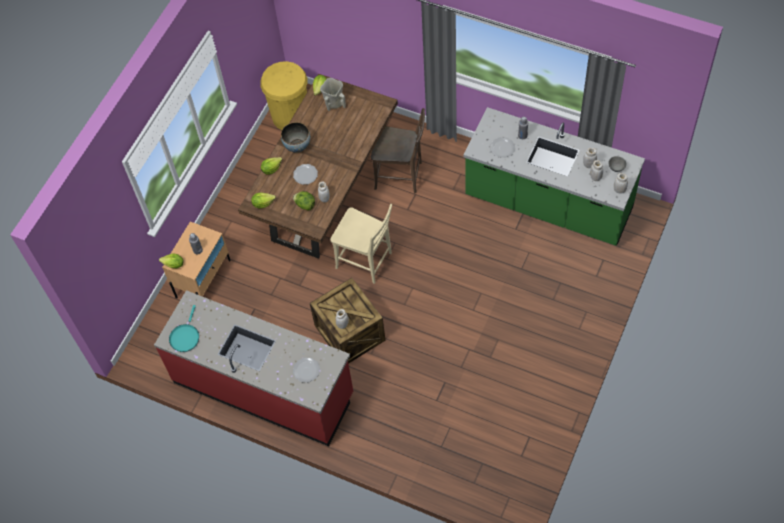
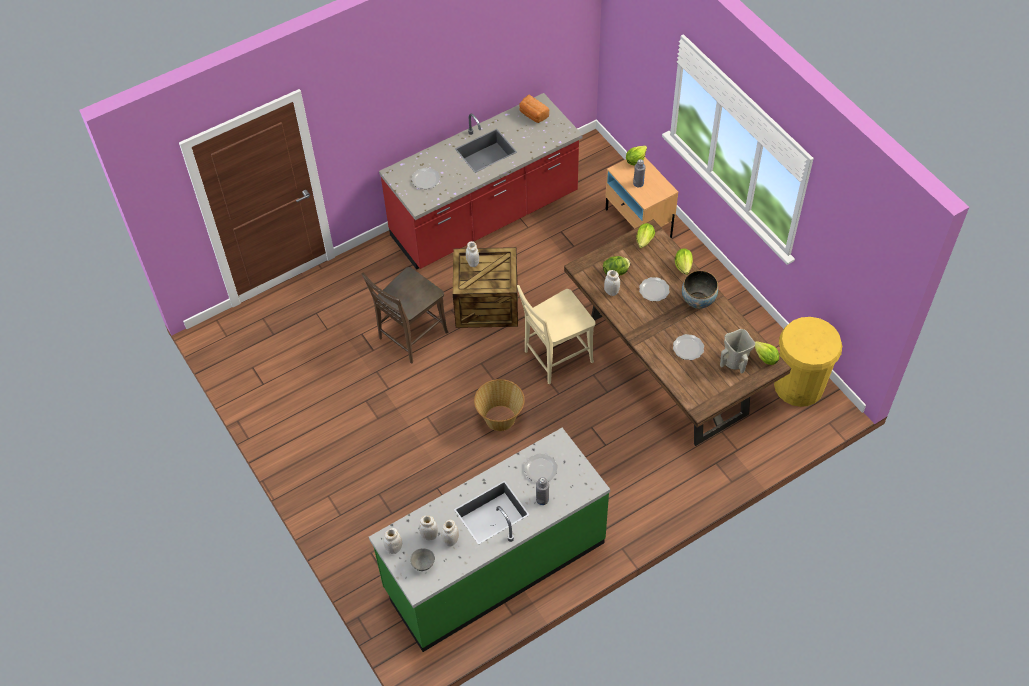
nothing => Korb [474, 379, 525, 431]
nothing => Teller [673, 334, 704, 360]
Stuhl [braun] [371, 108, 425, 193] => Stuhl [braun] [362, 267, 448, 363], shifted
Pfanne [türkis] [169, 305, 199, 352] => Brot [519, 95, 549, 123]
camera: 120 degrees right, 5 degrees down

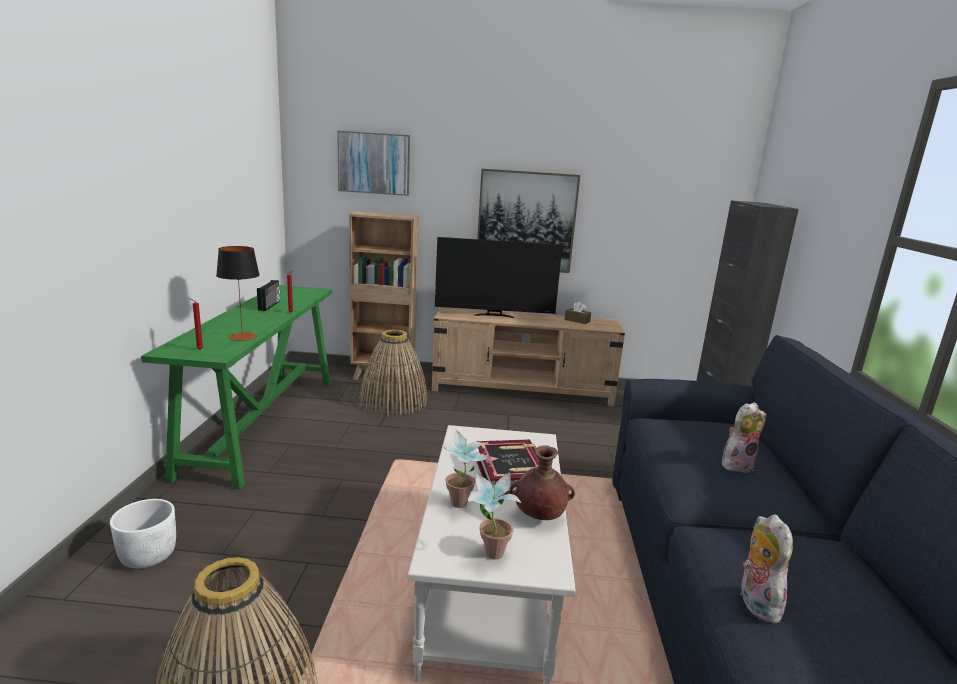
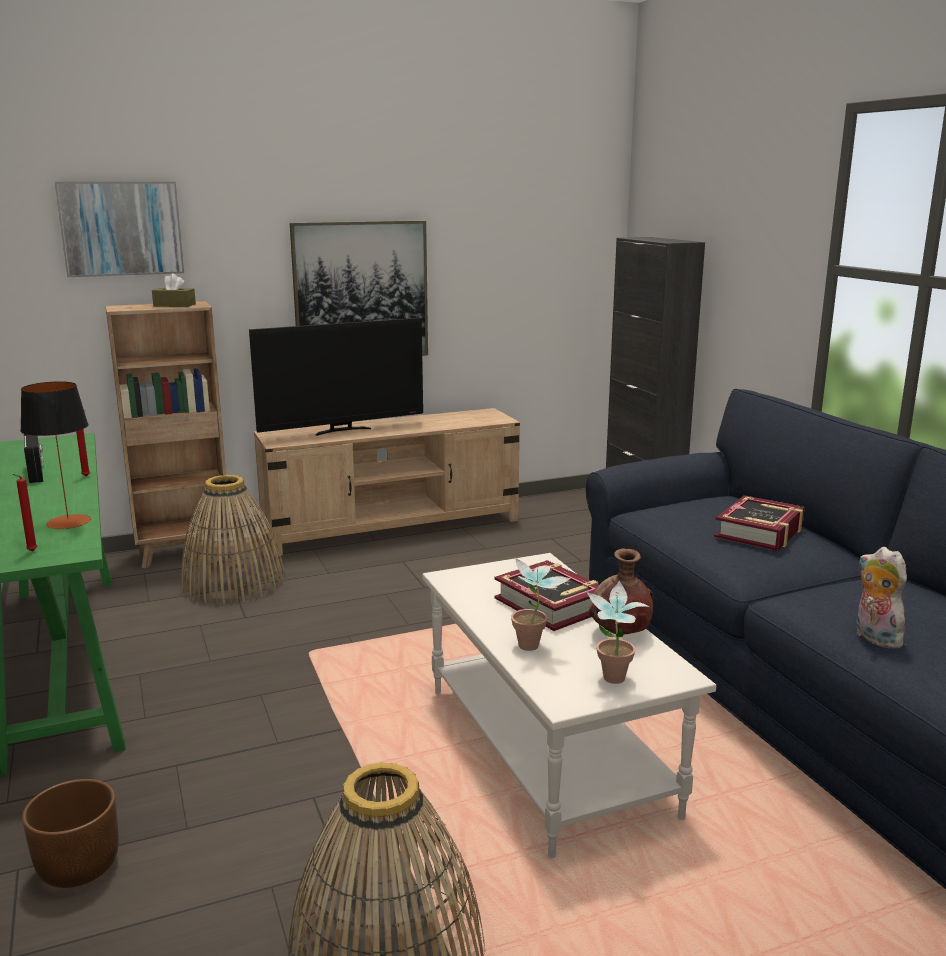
Taschentuchbox [braun] [565, 302, 591, 324] => Taschentuchbox [braun] [152, 273, 196, 307], shifted
Plüschtier [722, 403, 766, 473] => Buch [714, 495, 805, 551]
Pflanzkübel [weiß] [110, 499, 176, 568] => Pflanzkübel [braun] [22, 779, 119, 888]
camera: 25 degrees left, 0 degrees up

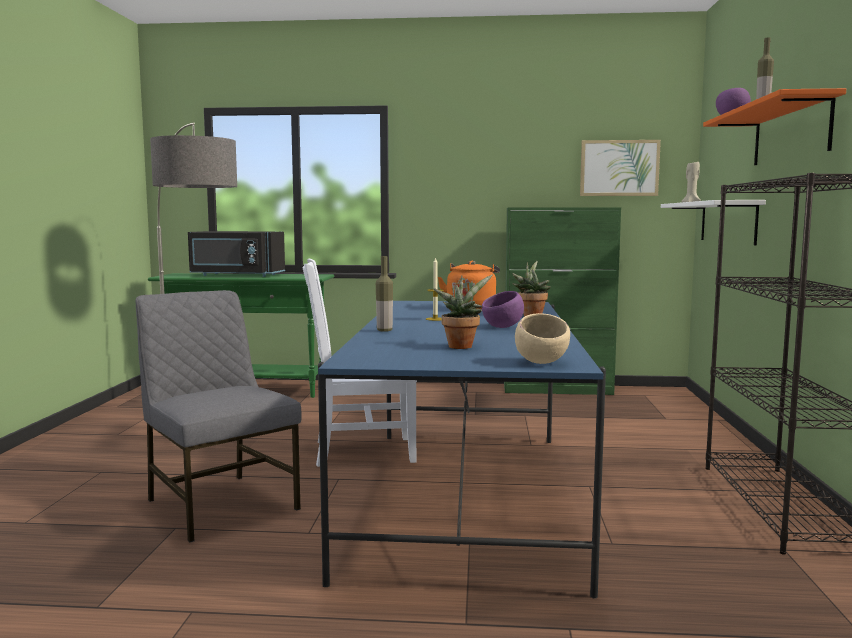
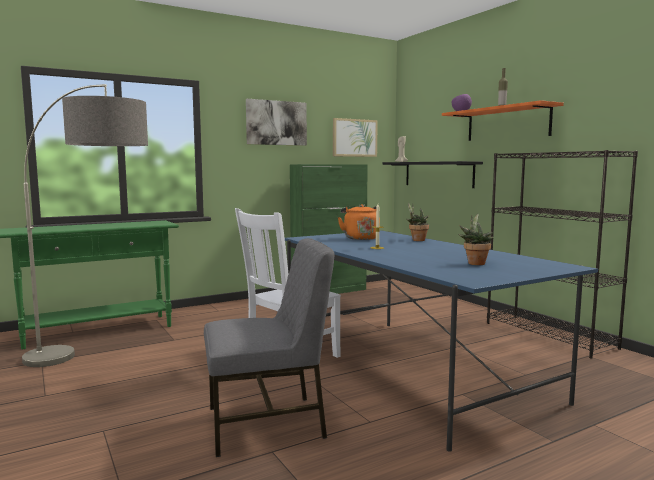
Mikrowelle [schwarz] [188, 231, 285, 277] => nothing
Flasche [376, 256, 393, 332] => nothing
Schüssel [lila] [482, 291, 524, 328] => nothing
Schüssel [beige] [515, 313, 570, 364] => nothing
nothing => Bild [246, 99, 307, 146]
Wandregal [weiß] [661, 200, 766, 245] => Wandregal [schwarz] [382, 161, 483, 188]
Stuhl [grau] [136, 290, 302, 542] => Stuhl [grau] [204, 238, 334, 457], 150 degrees clockwise
camera: 35 degrees left, 0 degrees up

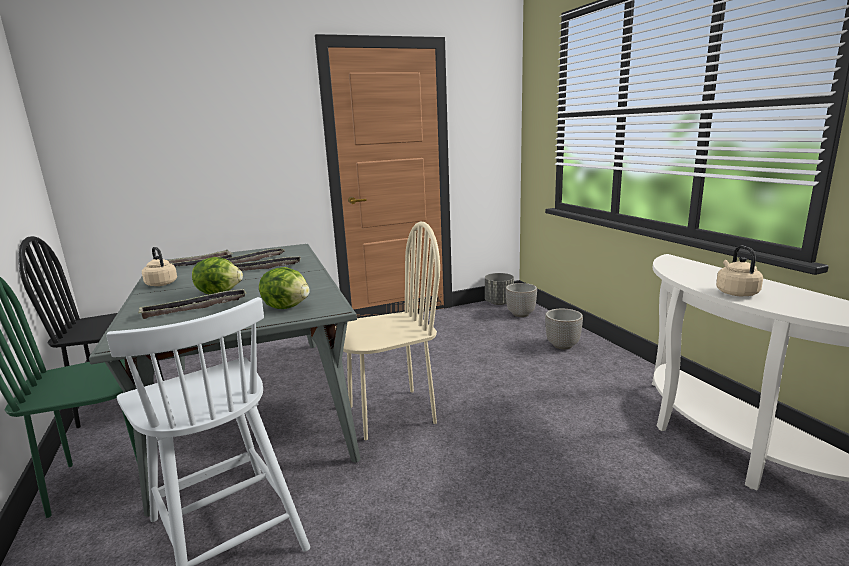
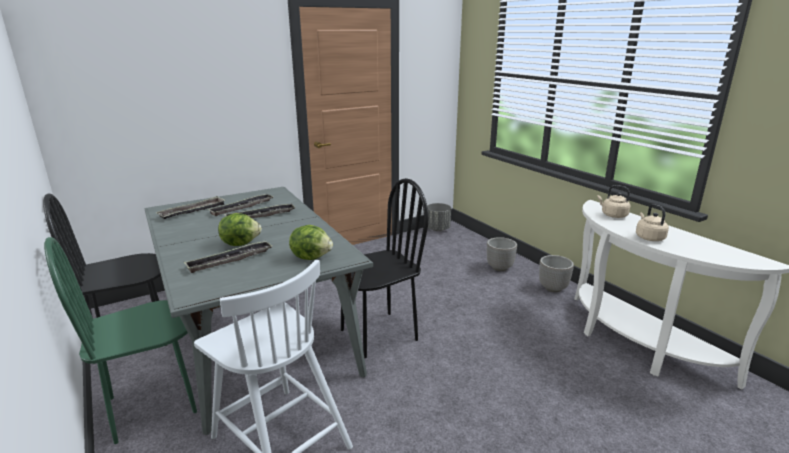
Wasserkessel [beige] [142, 247, 177, 286] => Wasserkessel [beige] [597, 185, 630, 218], shifted
Pflanzkübel [506, 283, 537, 317] => Pflanzkübel [539, 255, 574, 292], shifted
Stuhl [beige] [335, 221, 440, 440] => Stuhl [schwarz] [341, 178, 429, 358]
camera: 10 degrees left, 5 degrees up

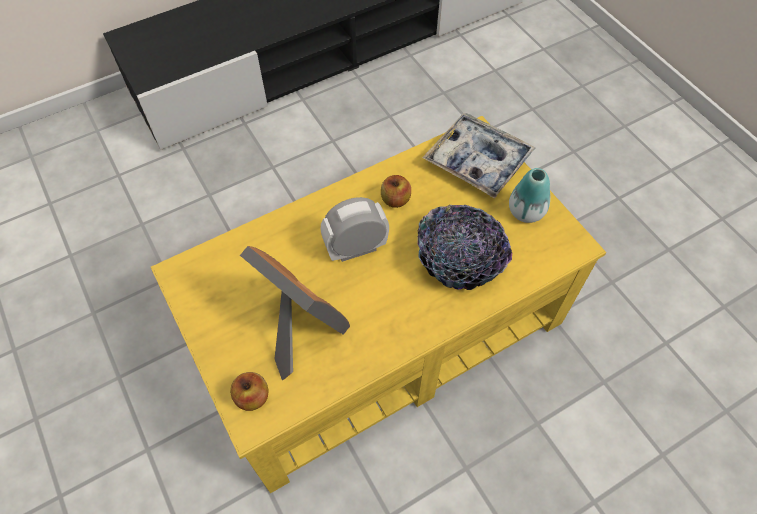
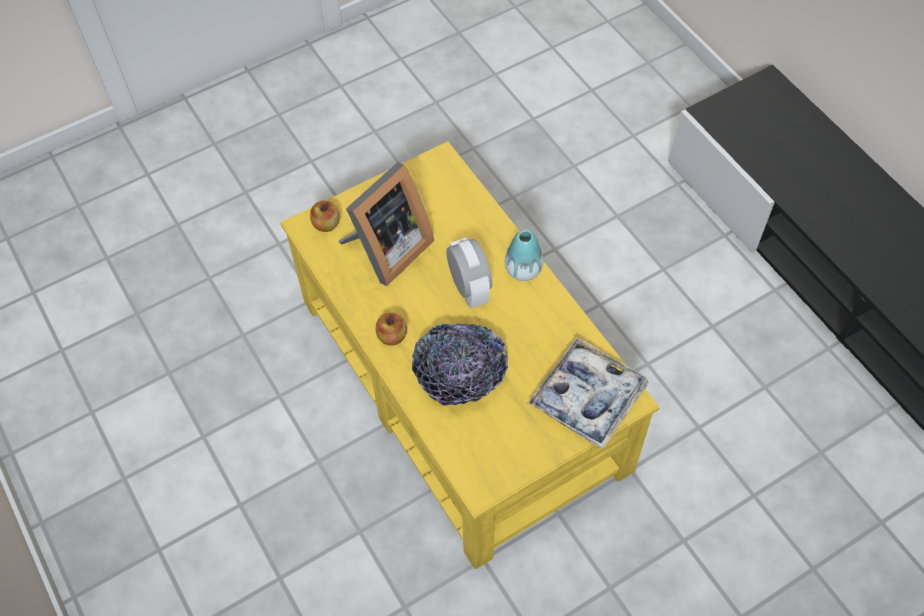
Apfel [381, 175, 411, 208] => Apfel [376, 312, 407, 346], shifted
Vase [509, 168, 550, 223] => Vase [505, 230, 543, 281], shifted
camera: 90 degrees right, 0 degrees up

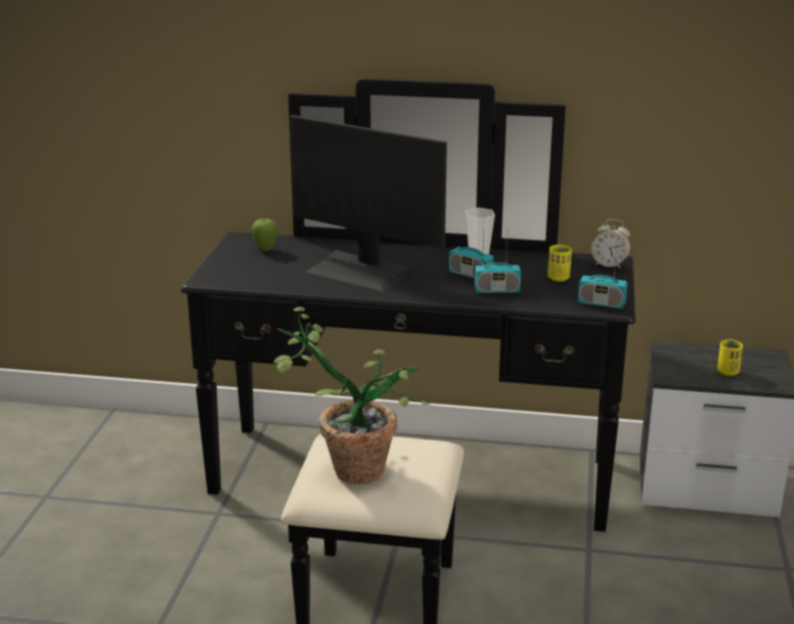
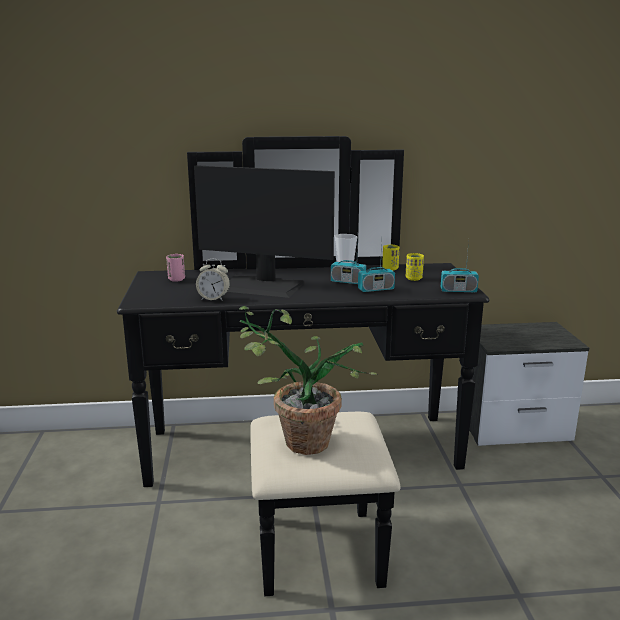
Wecker [591, 219, 631, 269] => Wecker [196, 259, 230, 301], shifted
Tasse [gelb] [718, 339, 743, 376] => Tasse [gelb] [383, 244, 399, 271], shifted
Apfel [252, 219, 278, 251] => Tasse [rosa] [166, 254, 185, 282]
camera: 15 degrees left, 5 degrees down

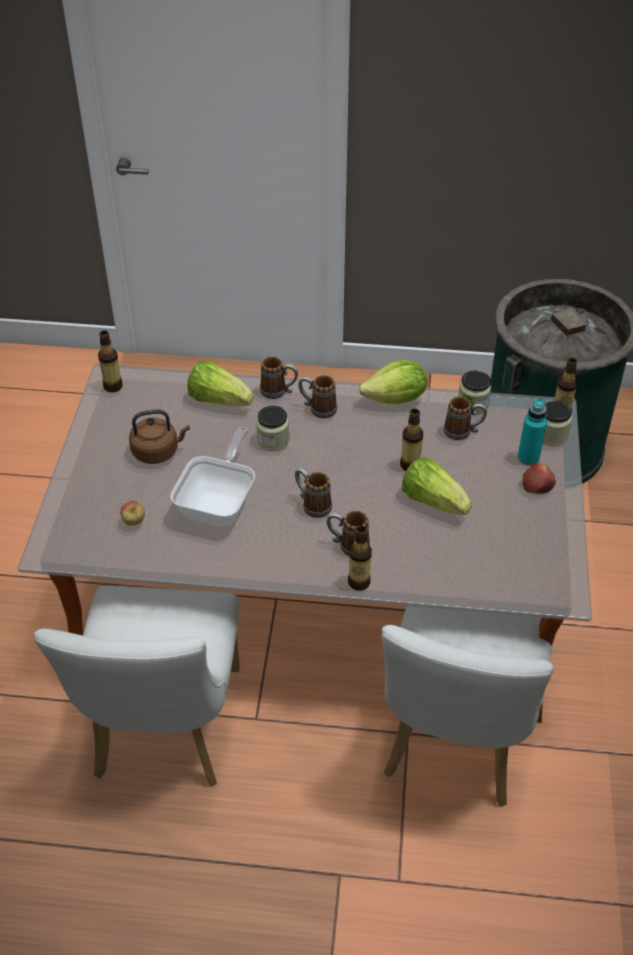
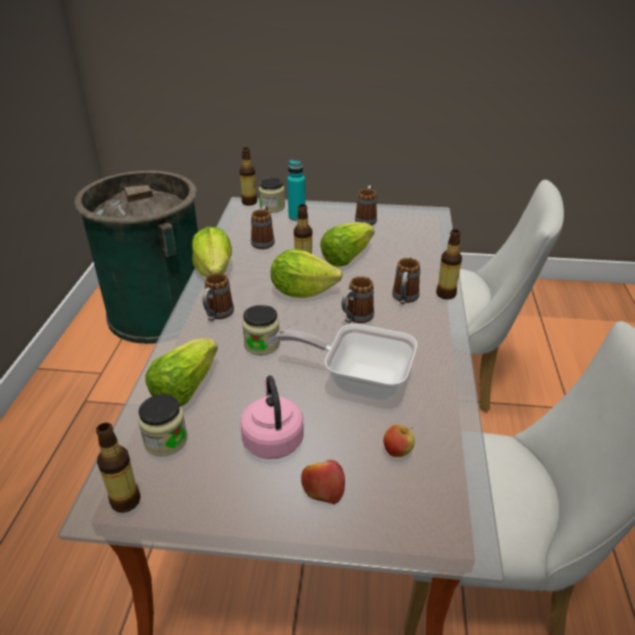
nothing => Salatkopf [271, 249, 343, 298]
Henkelbecher [260, 356, 298, 399] => Henkelbecher [355, 185, 377, 225], shifted
Vorratsglas [458, 371, 491, 414] => Vorratsglas [138, 394, 187, 456], shifted
Apfel [523, 464, 556, 494] => Apfel [301, 460, 345, 504], shifted
Wasserkessel [braun] [129, 409, 190, 464] => Wasserkessel [rosa] [240, 376, 304, 459]
camera: 90 degrees left, 10 degrees down

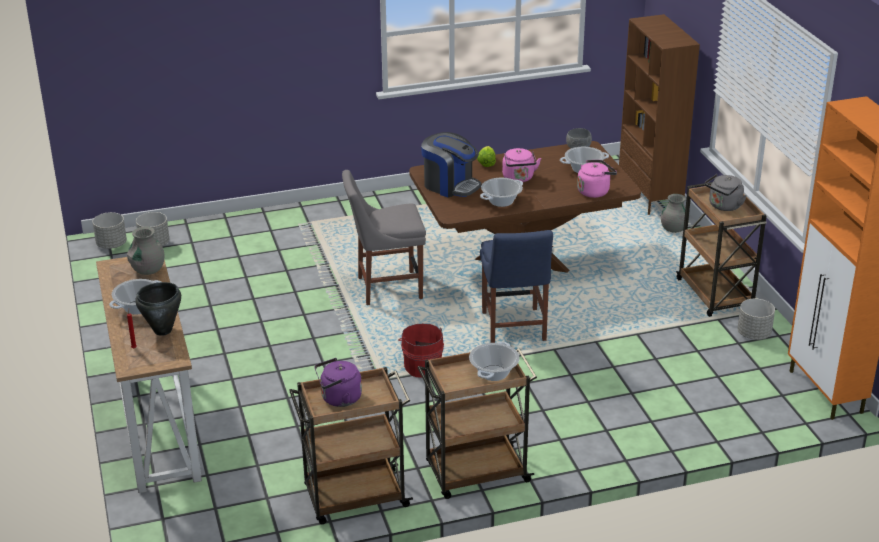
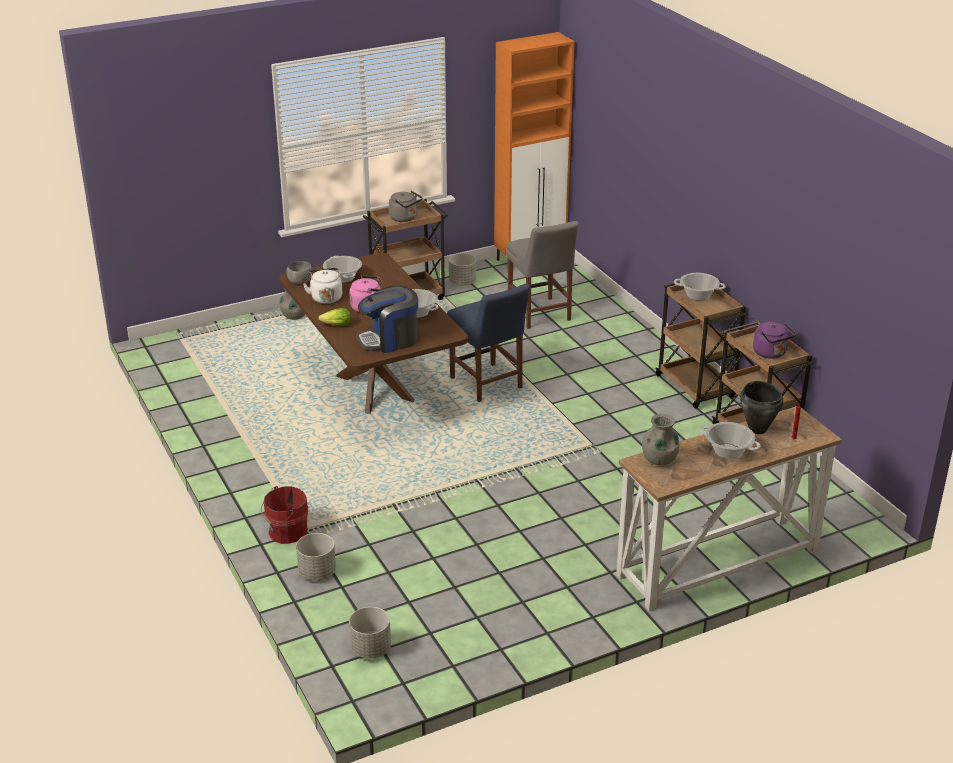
Wasserkessel [rosa] [577, 160, 617, 198] => nothing
Bücherregal [braun] [619, 14, 700, 215] => nothing
nothing => Wasserkessel [weiß] [303, 268, 342, 304]
Pflanzkübel [grau] [93, 212, 127, 249] => Pflanzkübel [grau] [296, 533, 336, 580], shifted
Stuhl [grau] [342, 170, 426, 305] => Stuhl [grau] [506, 221, 579, 329], shifted
Eimer [rot] [398, 323, 444, 378] => Eimer [rot] [261, 486, 308, 544], shifted
Kaffeemaschine [421, 132, 482, 197] => Kaffeemaschine [357, 285, 418, 353], 135 degrees counterclockwise
Stuhl [blau] [480, 230, 553, 343] => Stuhl [blau] [447, 284, 530, 402], 75 degrees clockwise
camera: 100 degrees left, 0 degrees up

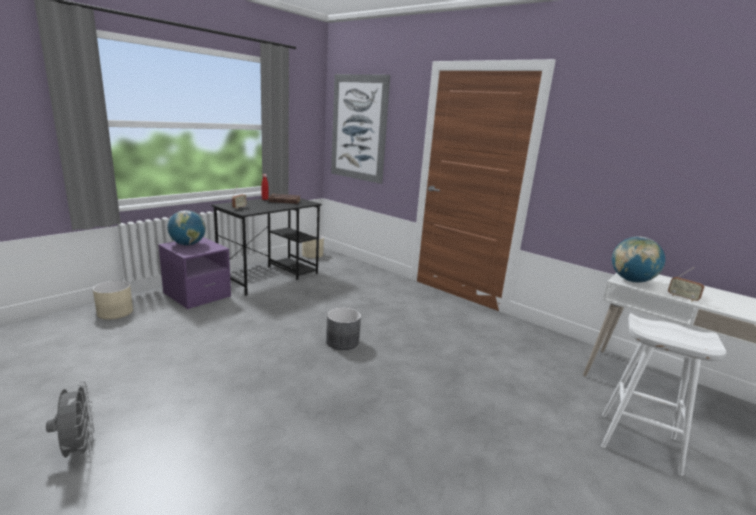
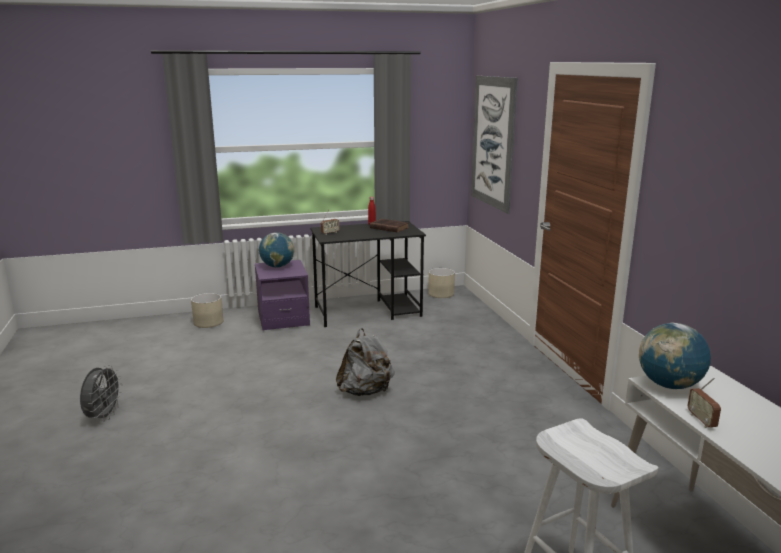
Pflanzkübel [grau] [326, 308, 361, 350] => Rucksack [grau] [336, 328, 394, 396]
camera: 35 degrees right, 0 degrees up

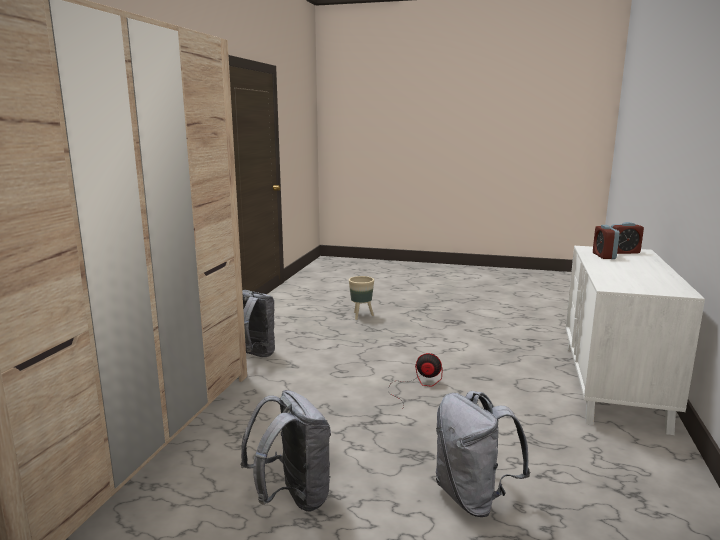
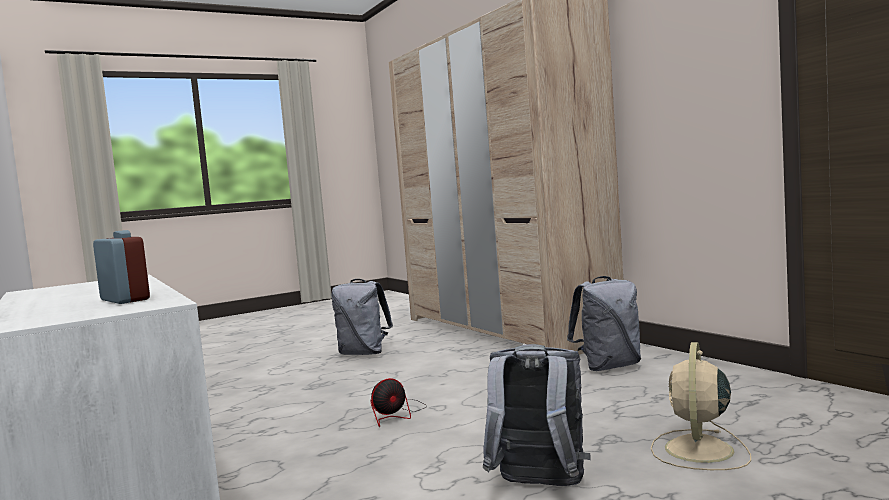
Wecker [611, 222, 644, 254] => nothing
Rucksack [grau] [436, 391, 530, 517] => Rucksack [grau] [483, 344, 590, 486], shifted
Pflanzkübel [beige] [349, 276, 374, 320] => Ventilator [beige] [651, 342, 751, 470]
camera: 135 degrees right, 10 degrees down

